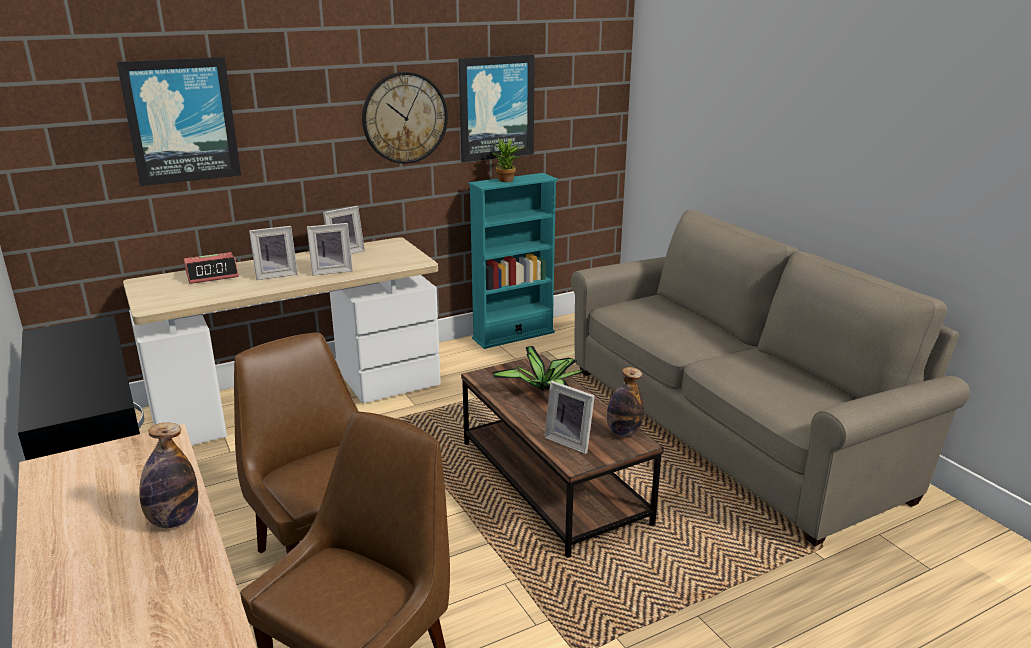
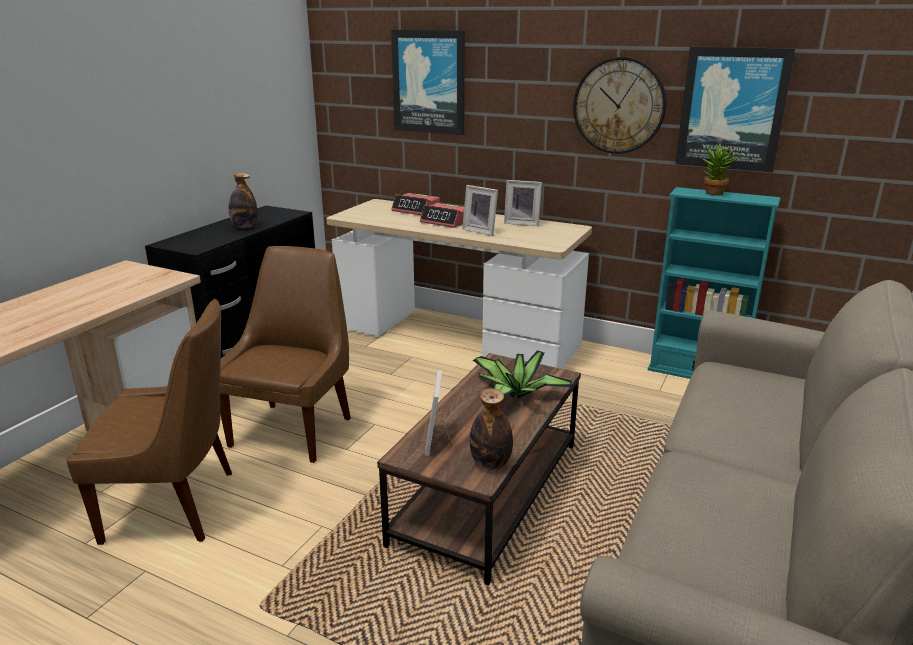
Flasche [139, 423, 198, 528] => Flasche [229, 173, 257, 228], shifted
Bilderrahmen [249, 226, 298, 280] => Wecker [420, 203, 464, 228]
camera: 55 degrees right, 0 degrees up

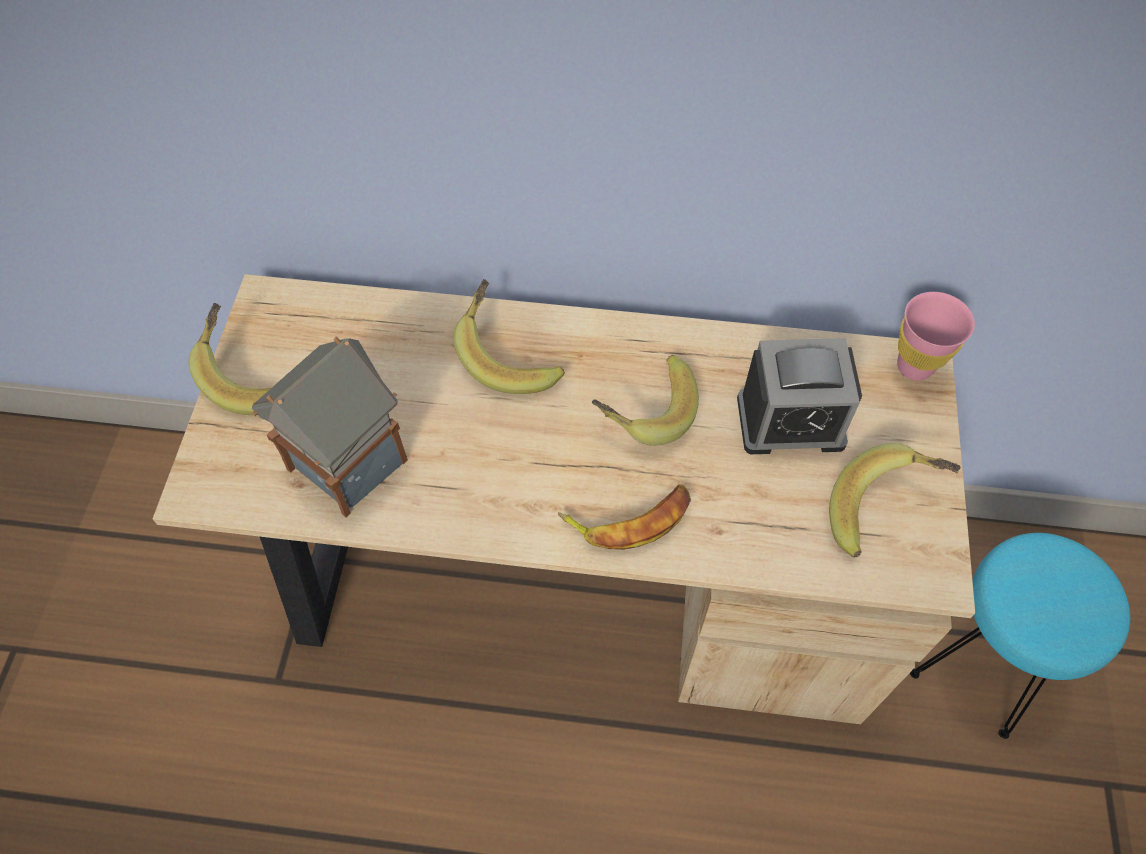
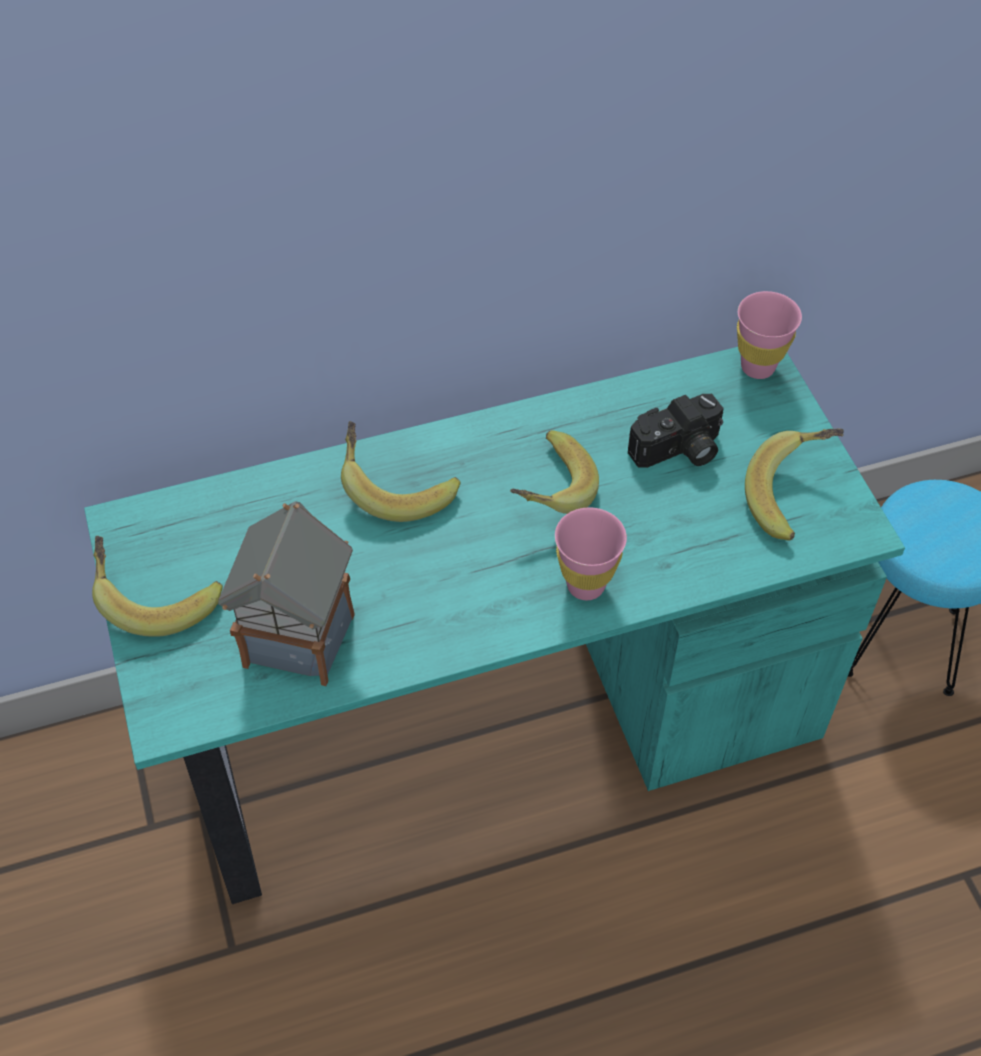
Banane [558, 484, 691, 550] => Tasse [rosa] [555, 508, 627, 600]
Wecker [737, 338, 862, 454] => Kamera [628, 394, 724, 468]
Schreibtisch [beige] [153, 274, 975, 724] => Schreibtisch [türkis] [84, 347, 905, 904]
camera: 25 degrees left, 5 degrees down

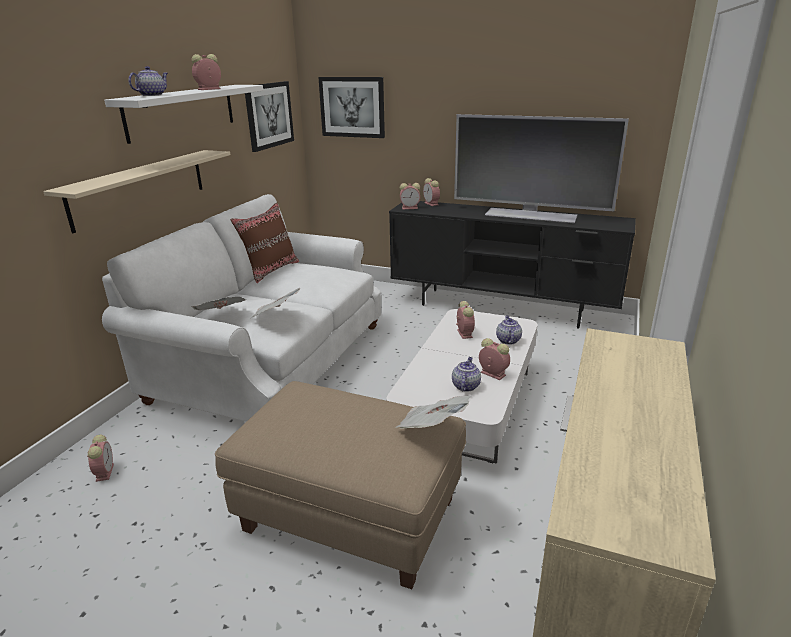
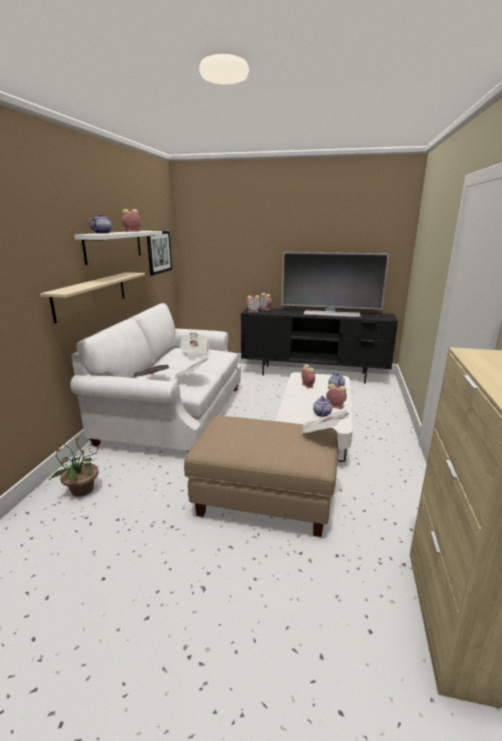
Kissen [braun] [230, 203, 299, 283] => nothing
Bild [318, 77, 385, 138] => nothing
nothing => Zeitung [180, 332, 209, 359]
Wecker [87, 435, 114, 482] => Topfpflanze [50, 436, 99, 497]
camera: 10 degrees left, 5 degrees down

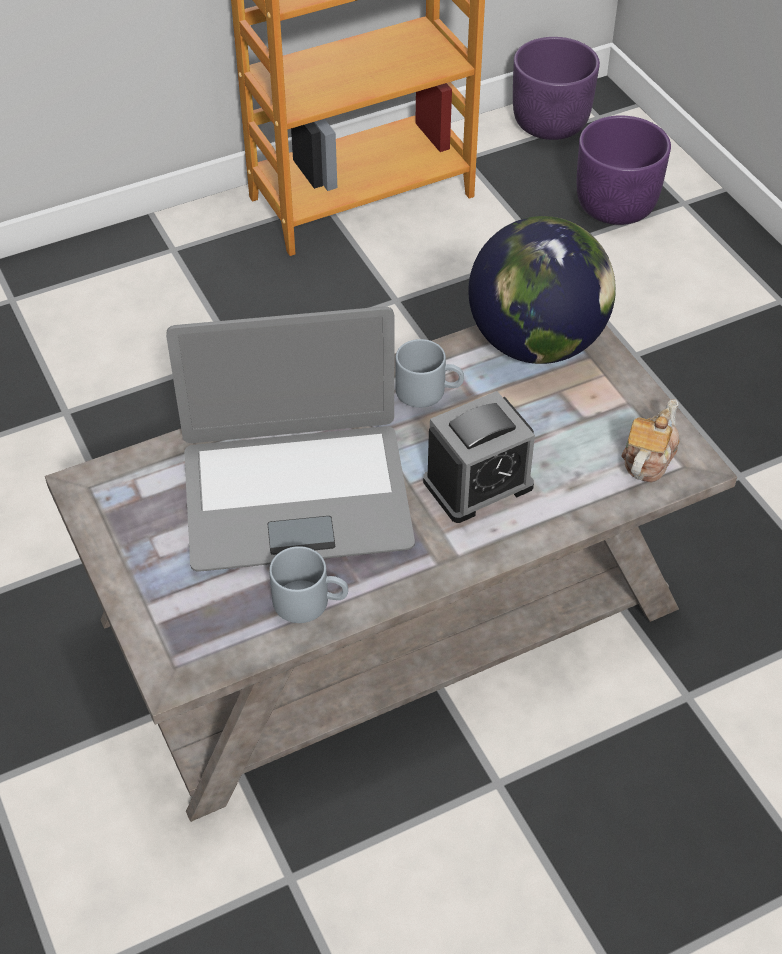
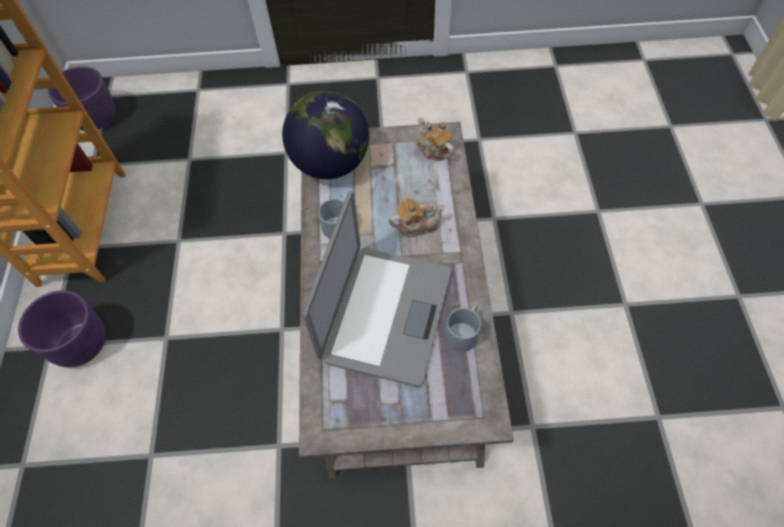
Pflanzkübel [lila] [577, 115, 671, 225] => Pflanzkübel [lila] [18, 290, 106, 368], shifted
Wecker [423, 391, 535, 523] => Teekanne [389, 198, 445, 237]
camera: 65 degrees left, 10 degrees up

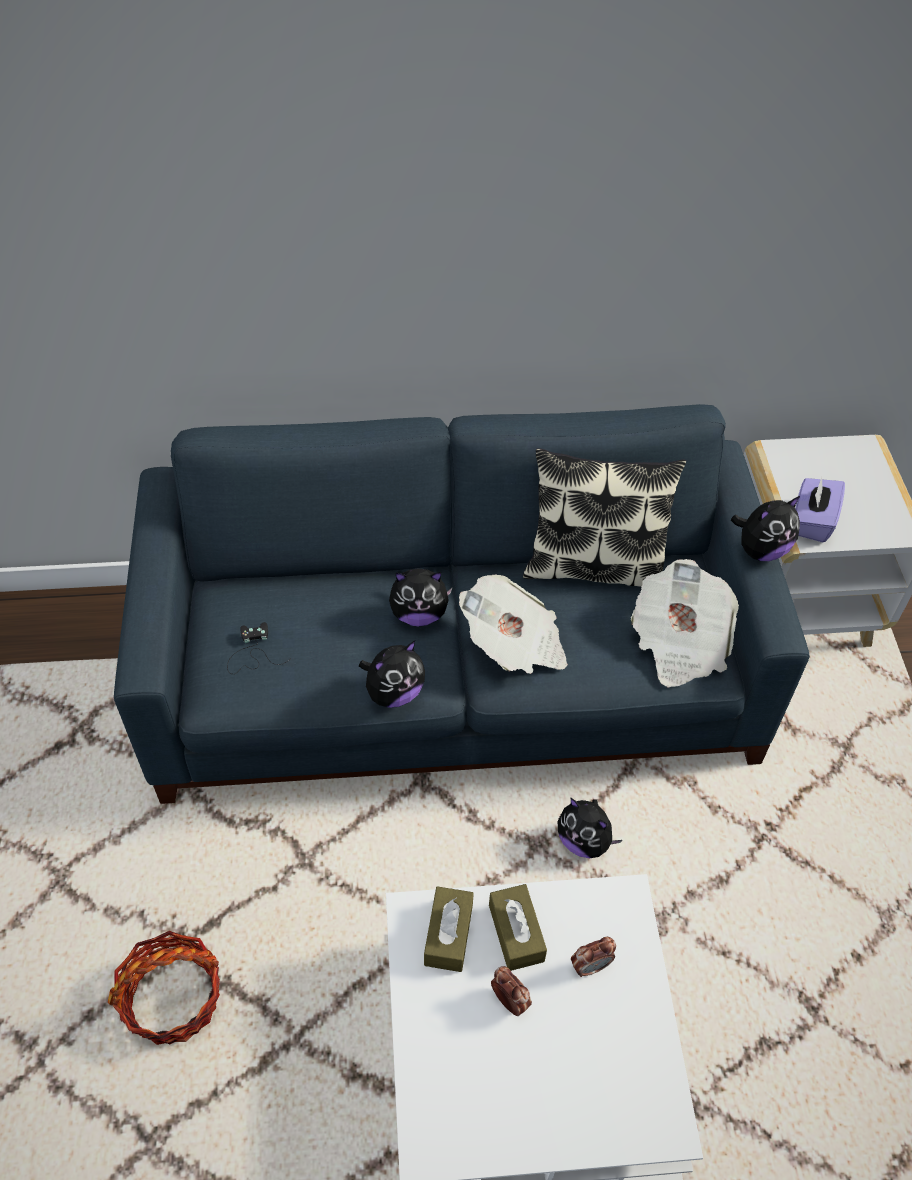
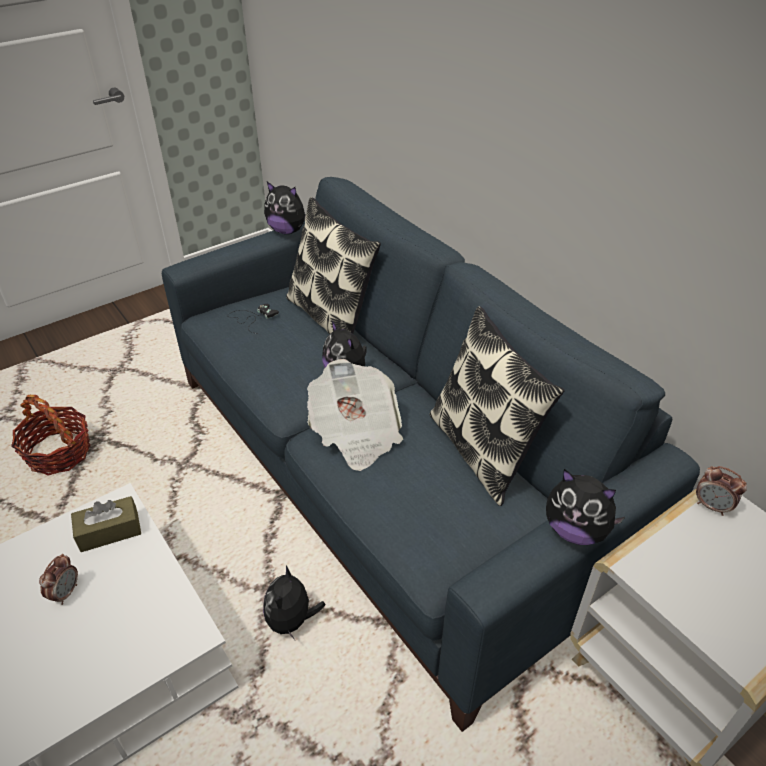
Taschentuchbox [braun] [489, 884, 547, 971] => nothing
Zeitung [631, 559, 739, 688] => nothing
Taschentuchbox [lila] [795, 477, 845, 542] => nothing
nothing => Kissen [286, 197, 381, 334]
Plüschtier [359, 641, 425, 708] => Plüschtier [264, 182, 306, 234], shifted
Wecker [571, 937, 616, 977] => Wecker [696, 466, 747, 516], shifted
camera: 60 degrees right, 10 degrees down

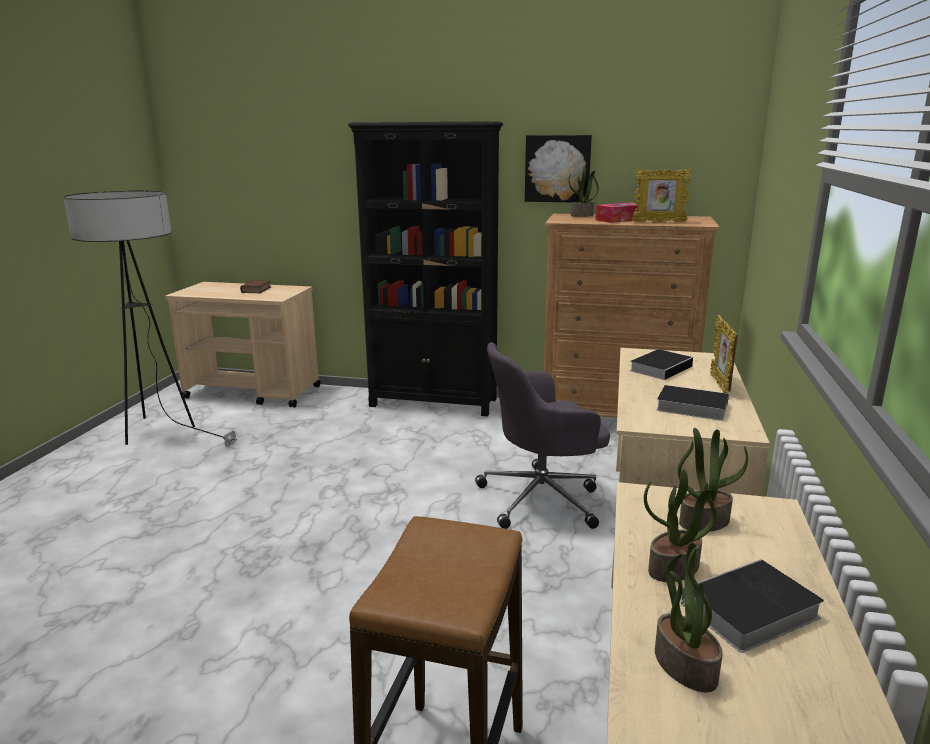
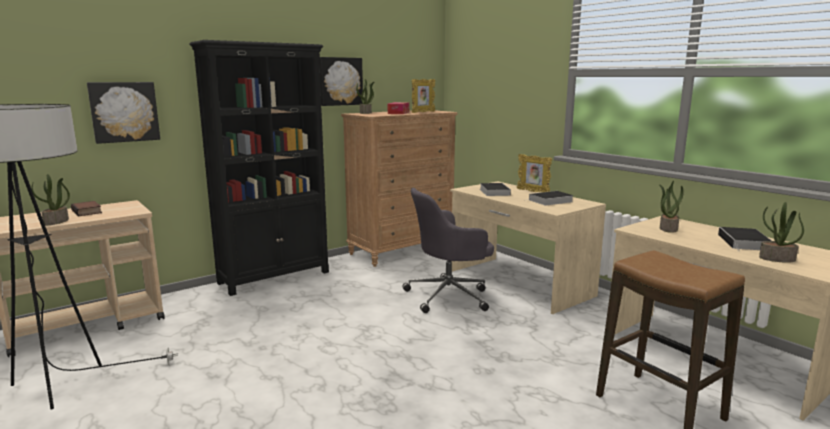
nothing => Bild [87, 82, 160, 144]
Topfpflanze [644, 469, 717, 582] => Topfpflanze [31, 174, 70, 225], shifted
Bürostuhl [grau] [475, 342, 610, 529] => Bürostuhl [grau] [402, 188, 494, 313], 45 degrees clockwise
camera: 50 degrees left, 5 degrees down

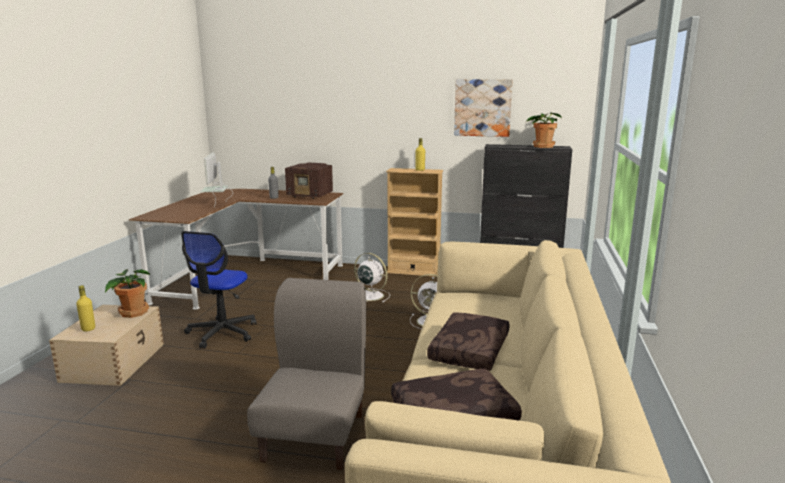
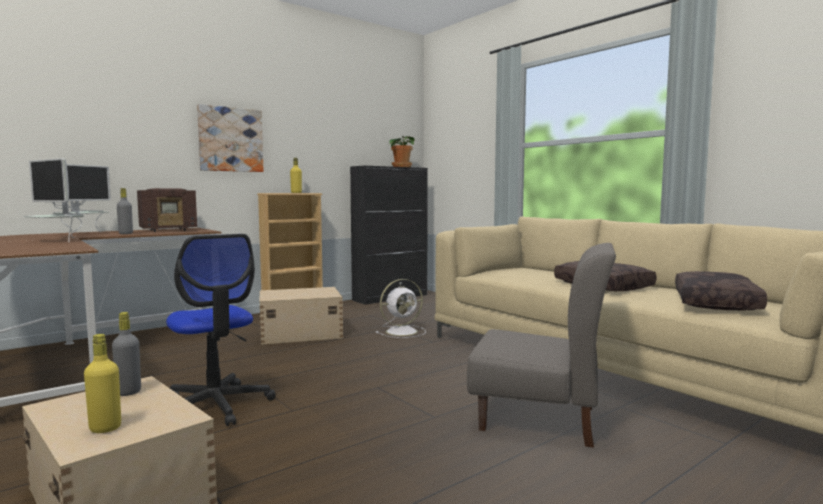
nothing => Monitor [53, 164, 111, 232]
Bild [454, 79, 513, 137] => Bild [197, 104, 264, 172], shifted
Topfpflanze [105, 269, 150, 318] => Flasche [grau] [112, 312, 141, 396]
Ventilator [weiß] [354, 253, 390, 302] => Aufbewahrungsbox [beige] [260, 287, 343, 345]
Stuhl [grau] [247, 278, 366, 470] => Stuhl [grau] [467, 243, 616, 448], 150 degrees clockwise
camera: 50 degrees left, 10 degrees down

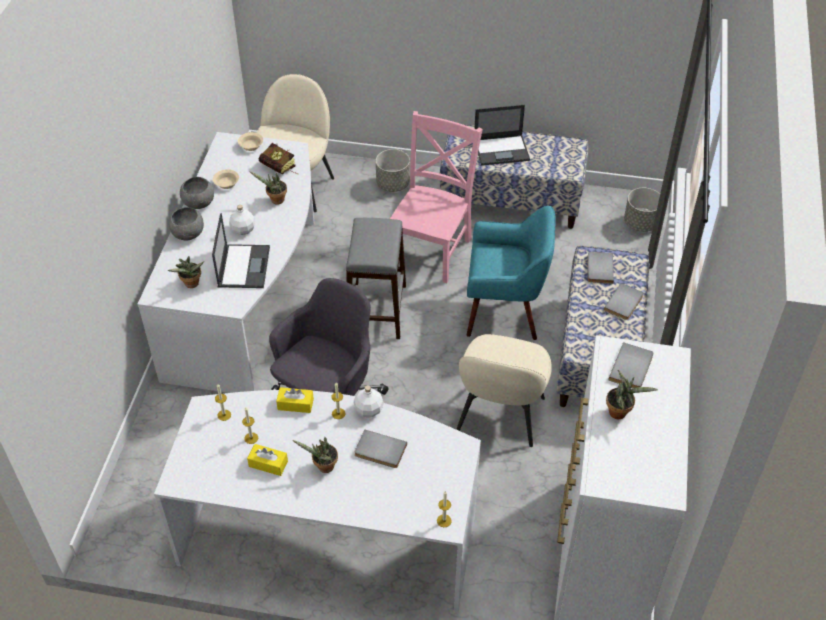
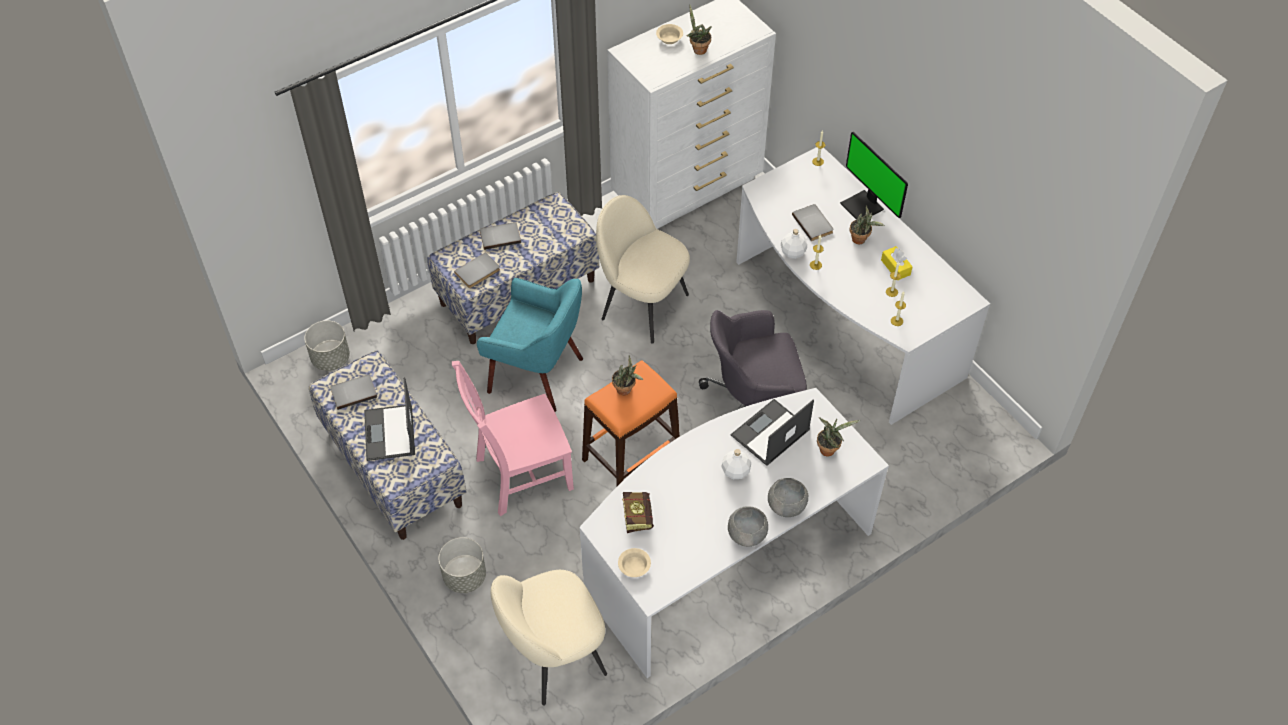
Taschentuchbox [gelb] [276, 387, 314, 413] => nothing
nothing => Monitor [840, 132, 908, 220]
Schüssel [beige] [213, 169, 239, 189] => Schüssel [beige] [656, 24, 683, 44], shifted
Topfpflanze [249, 171, 287, 205] => Topfpflanze [612, 356, 643, 395], shifted
Buch [grau] [608, 342, 653, 389] => Buch [grau] [330, 375, 377, 410], shifted
Hocker [grau] [346, 218, 406, 339] => Hocker [orange] [582, 360, 680, 486]
Stuhl [beige] [456, 334, 552, 447] => Stuhl [beige] [596, 195, 690, 344], 120 degrees counterclockwise
Sessel [türkis] [467, 206, 556, 340] => Sessel [türkis] [477, 278, 583, 412], 150 degrees clockwise
Laptop [475, 105, 530, 166] => Laptop [364, 378, 415, 461], 135 degrees counterclockwise
camera: 135 degrees left, 5 degrees up

